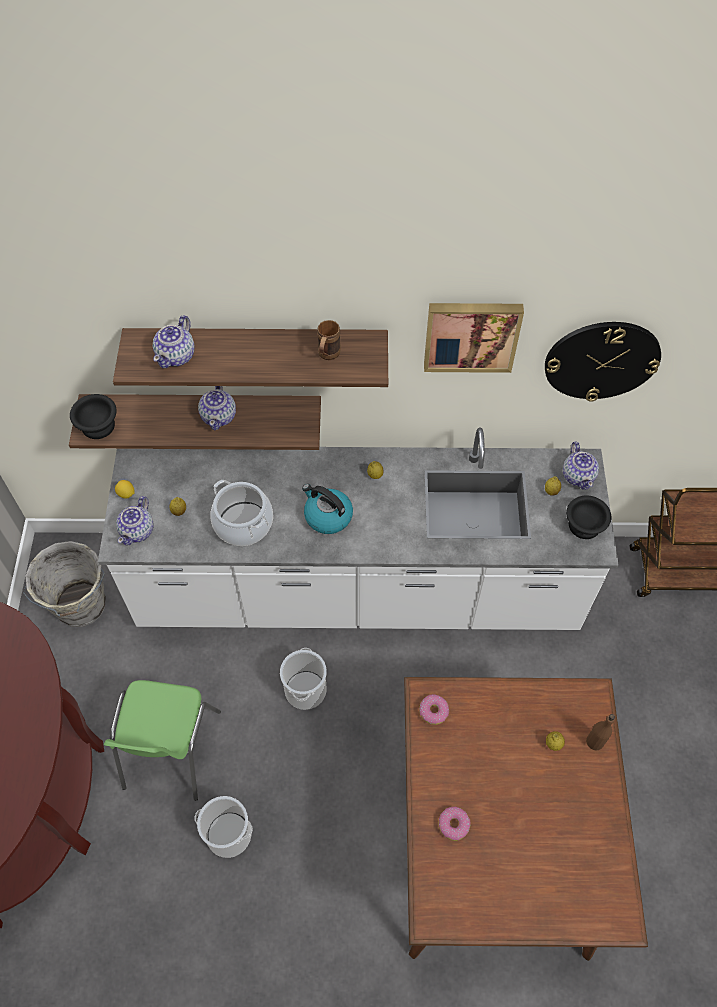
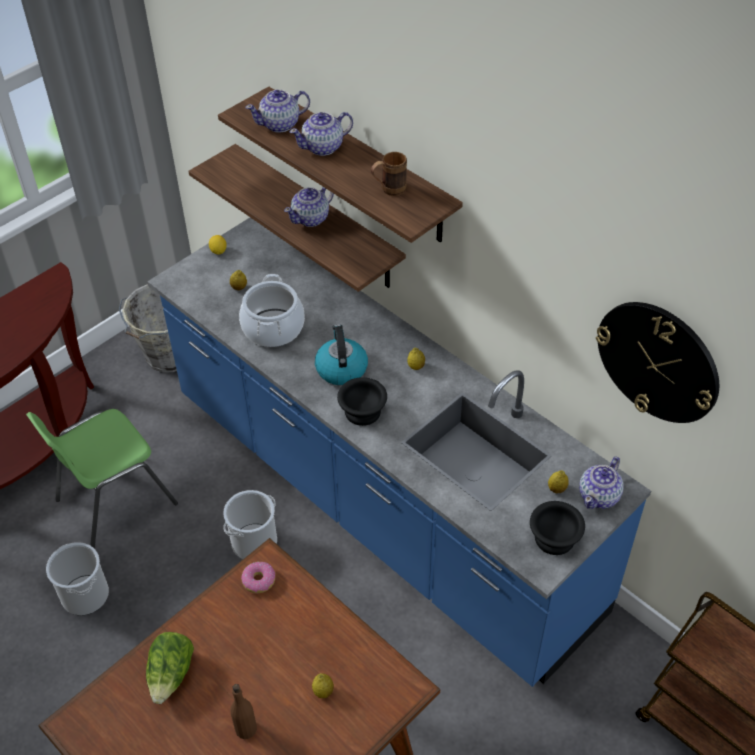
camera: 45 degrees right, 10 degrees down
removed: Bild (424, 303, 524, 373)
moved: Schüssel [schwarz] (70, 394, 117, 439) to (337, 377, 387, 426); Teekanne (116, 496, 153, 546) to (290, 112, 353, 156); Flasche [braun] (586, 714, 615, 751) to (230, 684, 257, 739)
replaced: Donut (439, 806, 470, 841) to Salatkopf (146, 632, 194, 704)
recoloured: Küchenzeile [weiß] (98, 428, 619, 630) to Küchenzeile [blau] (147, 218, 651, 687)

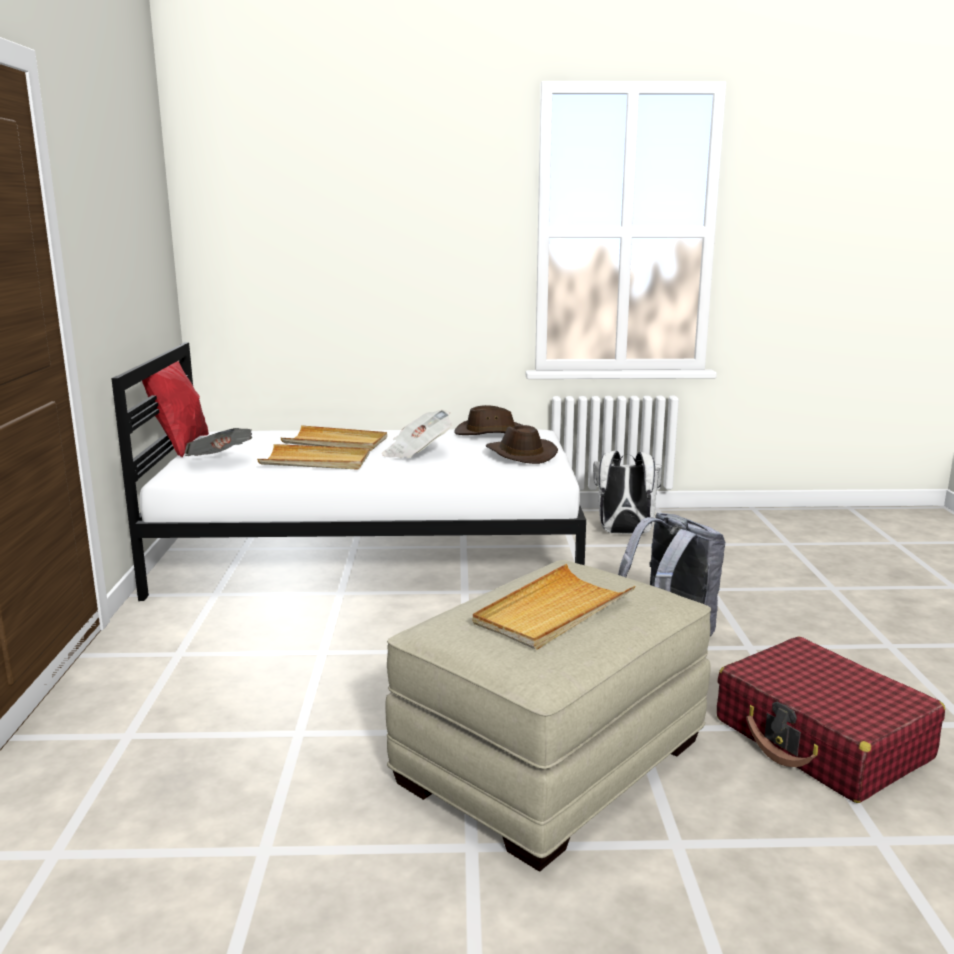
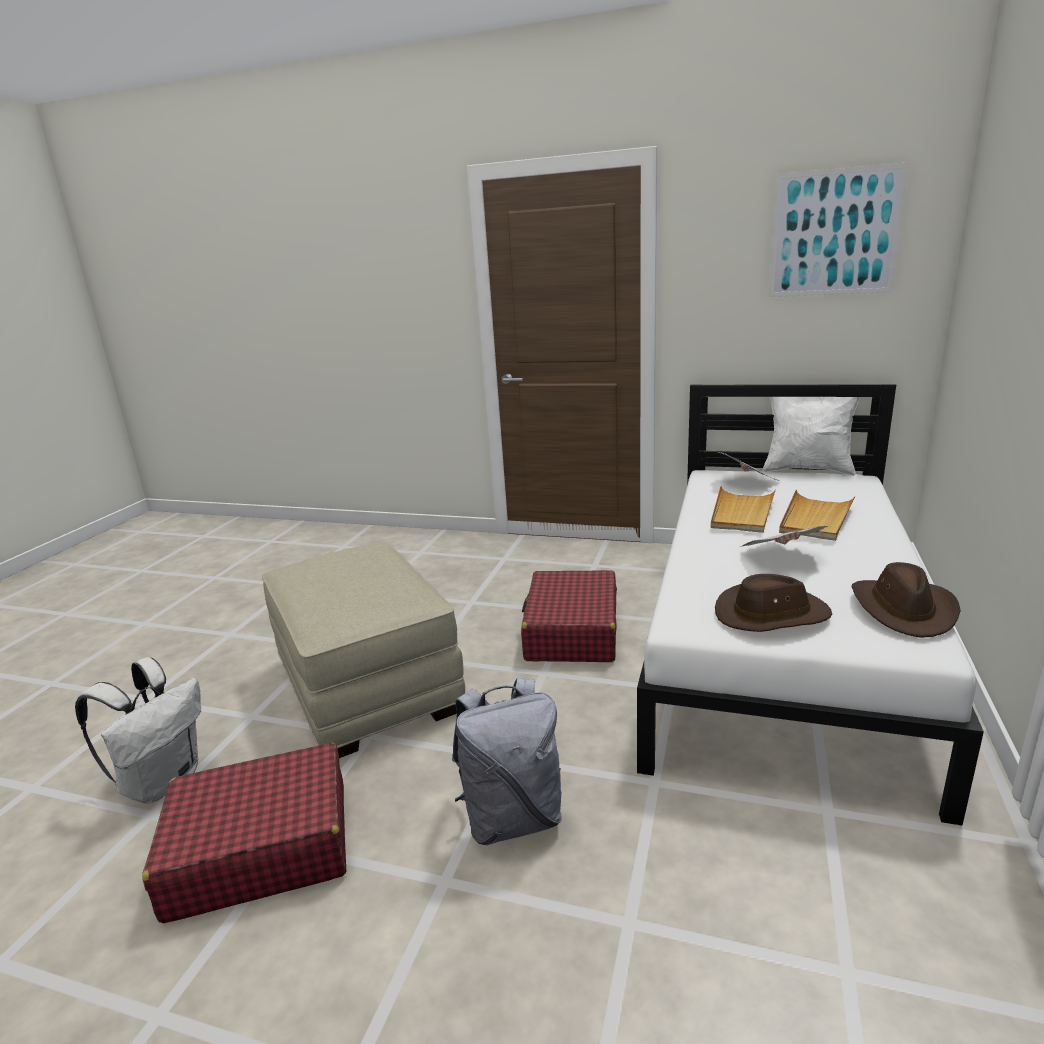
camera: 110 degrees right, 5 degrees up
removed: Tablett [beige] (473, 564, 635, 650)
added: Koffer [rot] (521, 570, 617, 662); Bild (769, 163, 908, 297)
moved: Rucksack [weiß] (593, 451, 662, 534) to (75, 657, 201, 804)
recoloured: Kissen [rot] (142, 361, 209, 457) to Kissen [weiß] (763, 397, 860, 476)

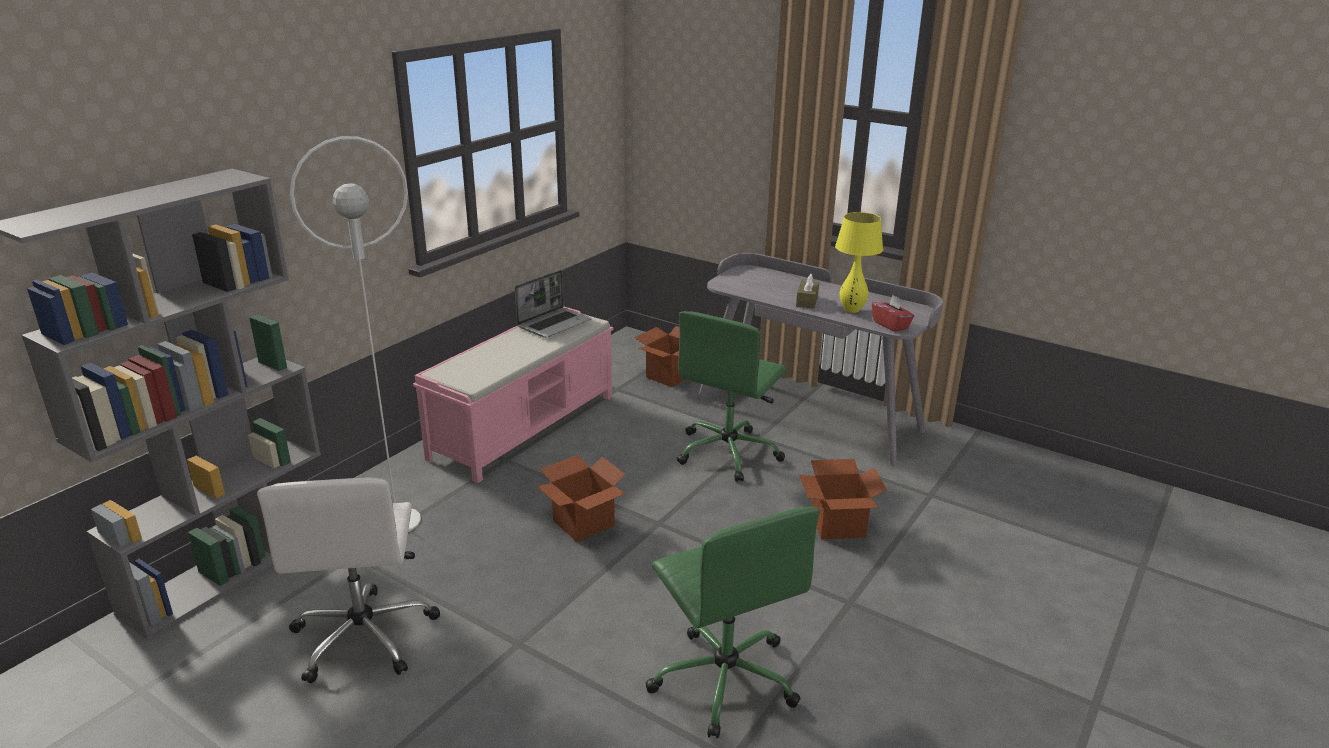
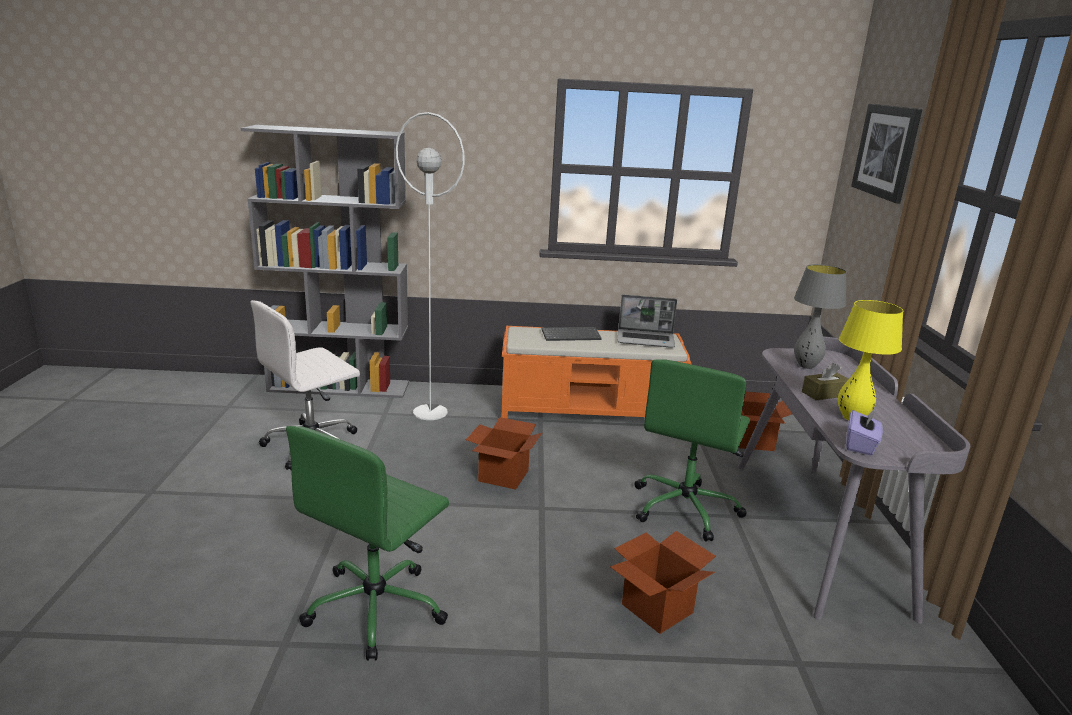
camera: 55 degrees right, 5 degrees down
added: Tastatur (542, 327, 602, 341); Tischlampe [grau] (794, 264, 847, 369); Bild (851, 104, 922, 204)
recoloured: Bank [rosa] (413, 306, 613, 483) to Bank [orange] (501, 326, 692, 419); Taschentuchbox [rot] (872, 295, 914, 332) to Taschentuchbox [lila] (846, 410, 883, 455)
turned: Bürostuhl [grün] (677, 311, 786, 482) = (634, 359, 750, 541) 60 degrees counterclockwise

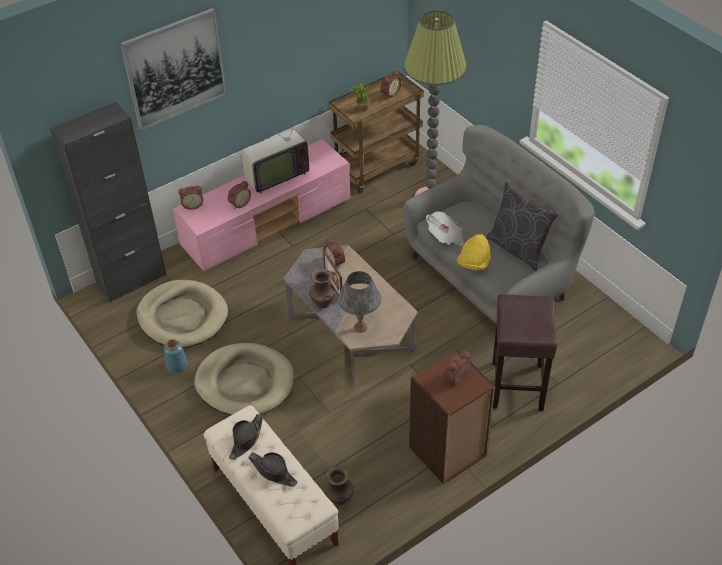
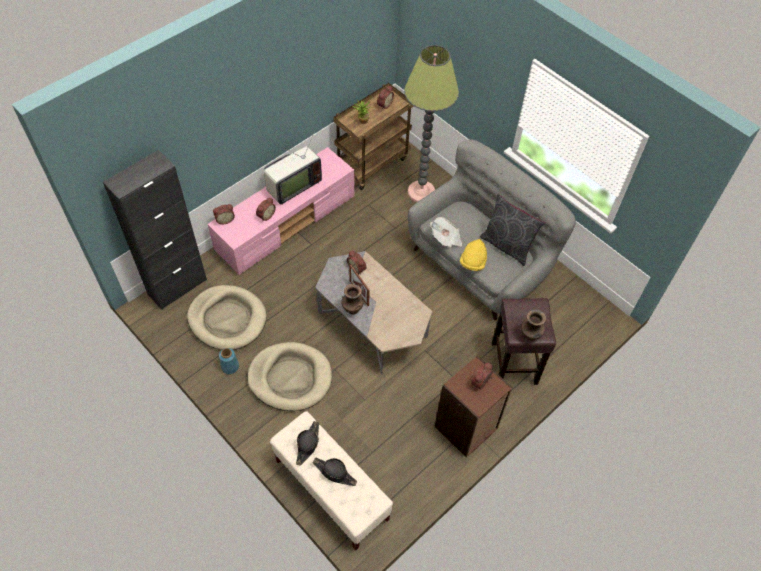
camera: 10 degrees left, 10 degrees up
removed: Bild (120, 8, 227, 131); Tischlampe [grau] (338, 271, 382, 333)
moved: Vase [braun] (325, 466, 353, 505) to (521, 309, 546, 341)

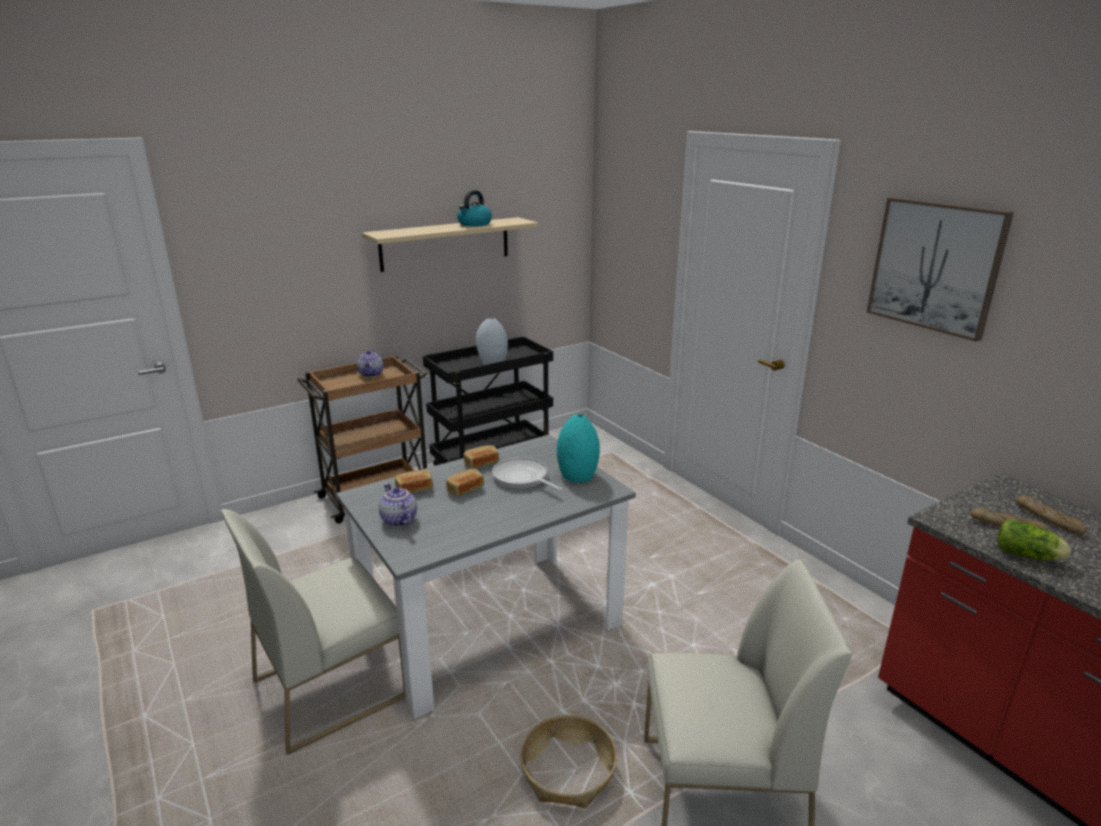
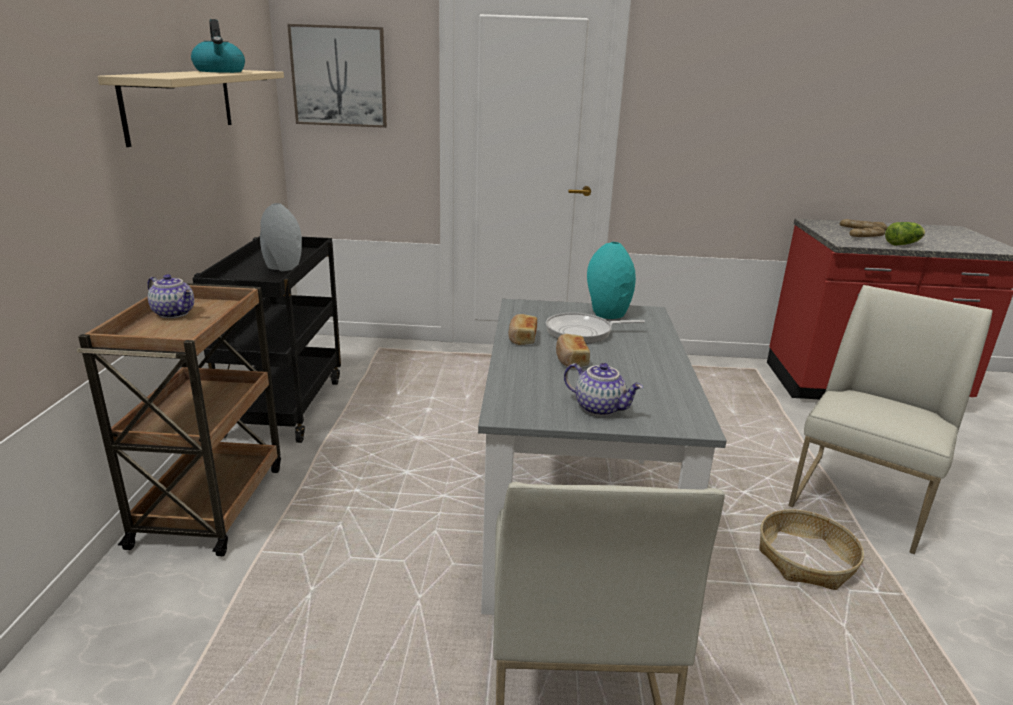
camera: 55 degrees left, 0 degrees up
removed: Brot (395, 470, 433, 493)
moved: Bild (867, 197, 1014, 342) to (287, 24, 387, 128)
turned: Teekanne (379, 483, 417, 527) = (564, 363, 643, 416) 150 degrees counterclockwise

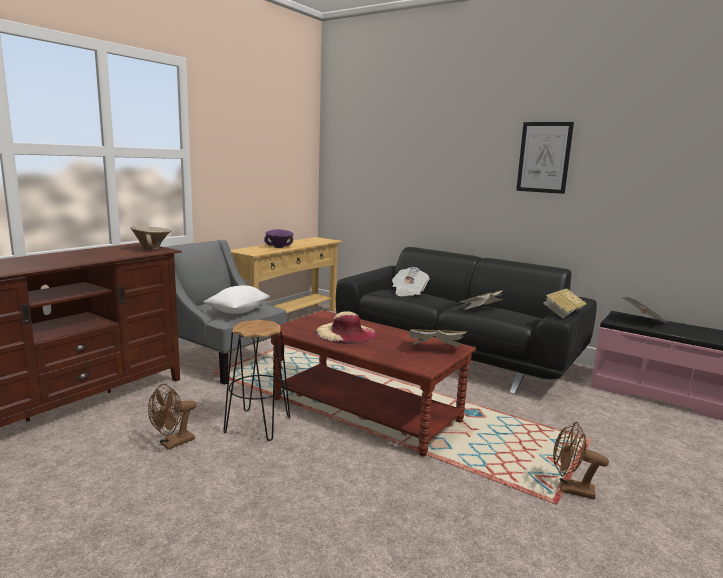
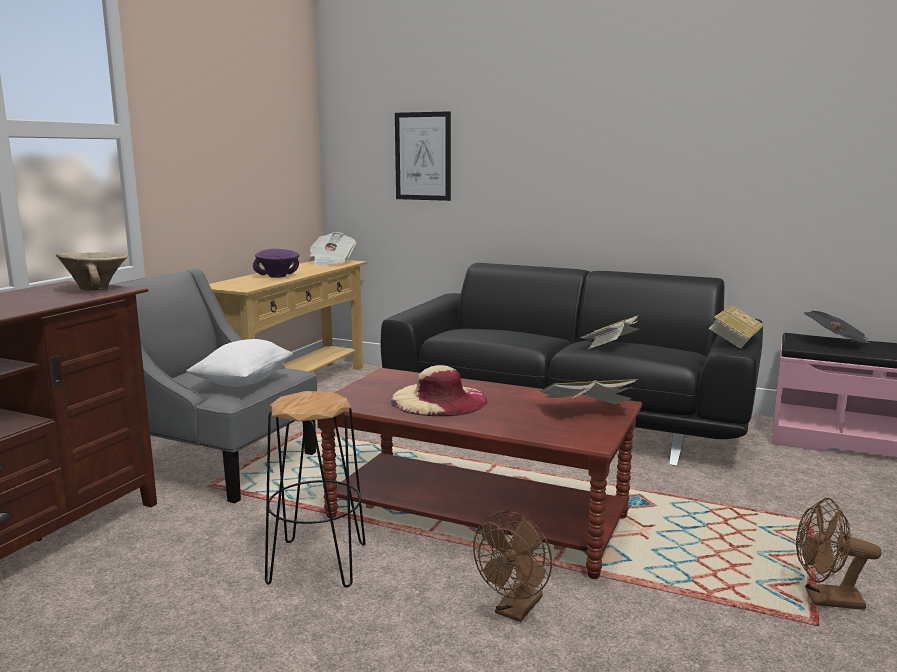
camera: 10 degrees left, 0 degrees up
moved: Ventilator [braun] (148, 384, 196, 450) to (473, 511, 552, 622); Zeitung (392, 267, 430, 296) to (309, 232, 356, 266); Bild (516, 122, 574, 194) to (395, 111, 451, 201)

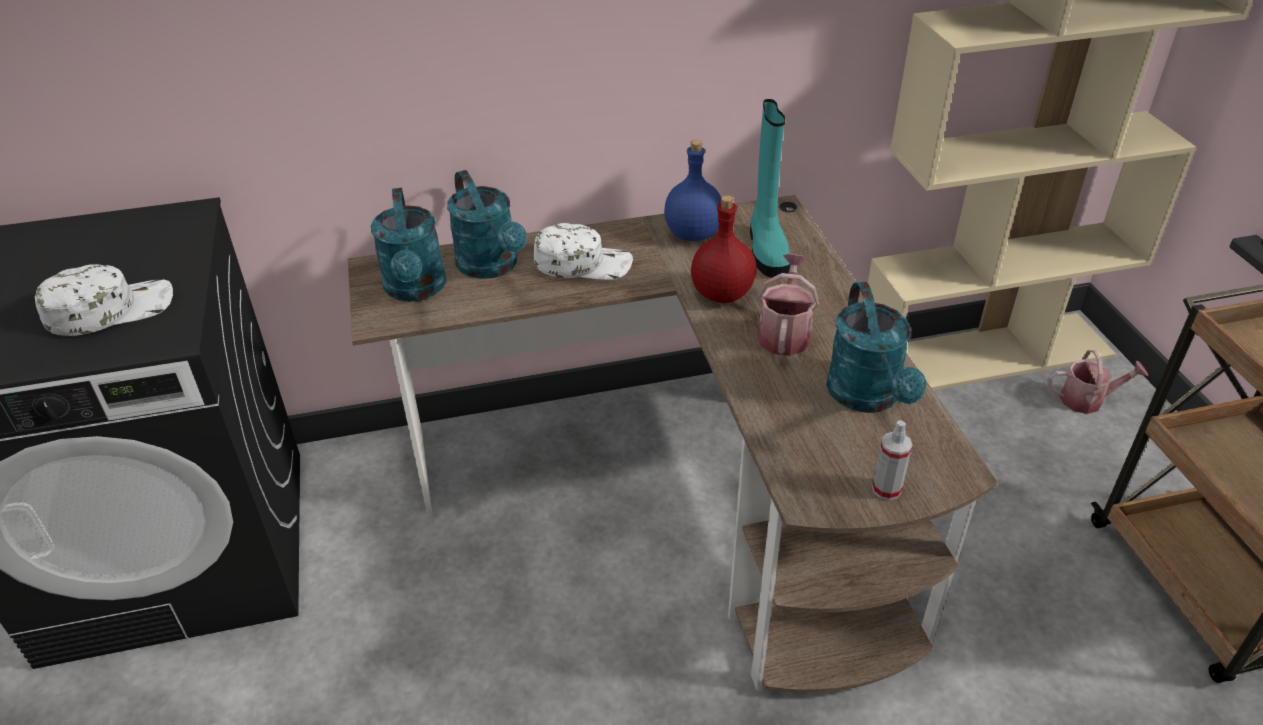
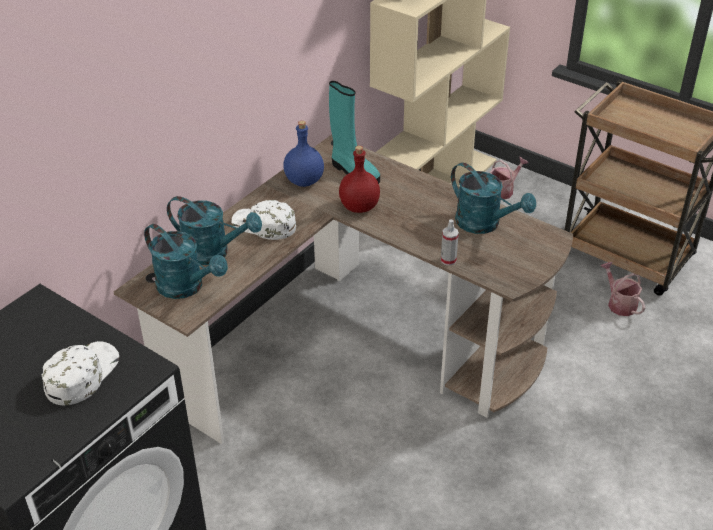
camera: 40 degrees left, 0 degrees up
moved: Gießkanne (757, 254, 819, 356) to (600, 262, 645, 316); Sprühflasche (872, 420, 912, 500) to (441, 220, 459, 266)
turned: Kappe [weiß] (534, 223, 633, 280) = (231, 200, 296, 240) 120 degrees counterclockwise

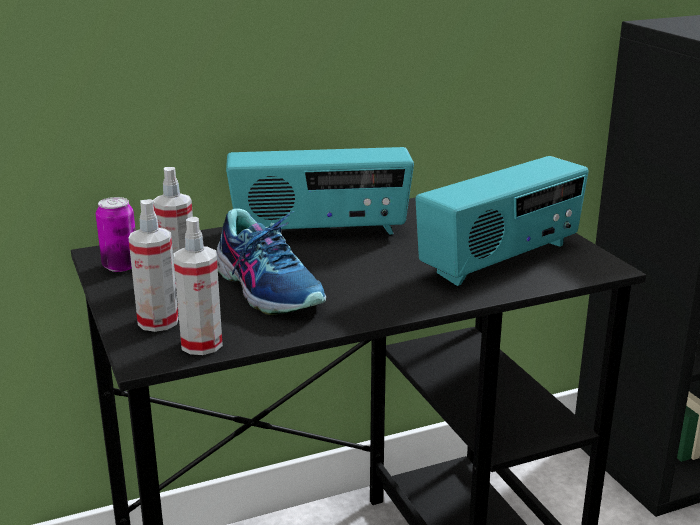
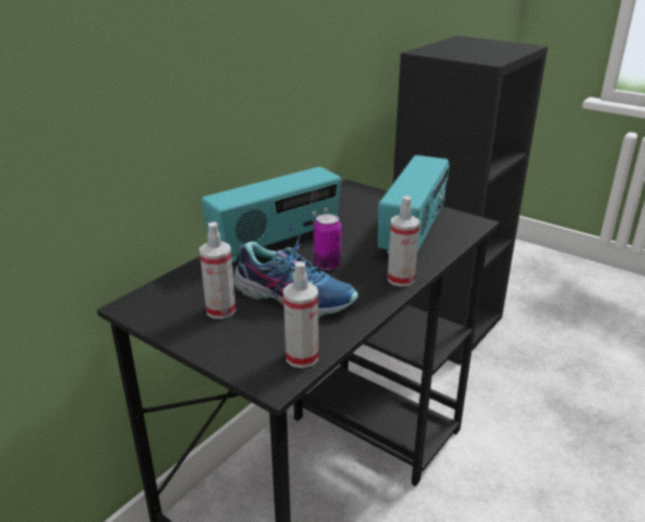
camera: 30 degrees left, 5 degrees up
moved: Dose (96, 197, 136, 272) to (314, 214, 342, 270); Sprühflasche (128, 199, 179, 332) to (388, 196, 420, 287)

